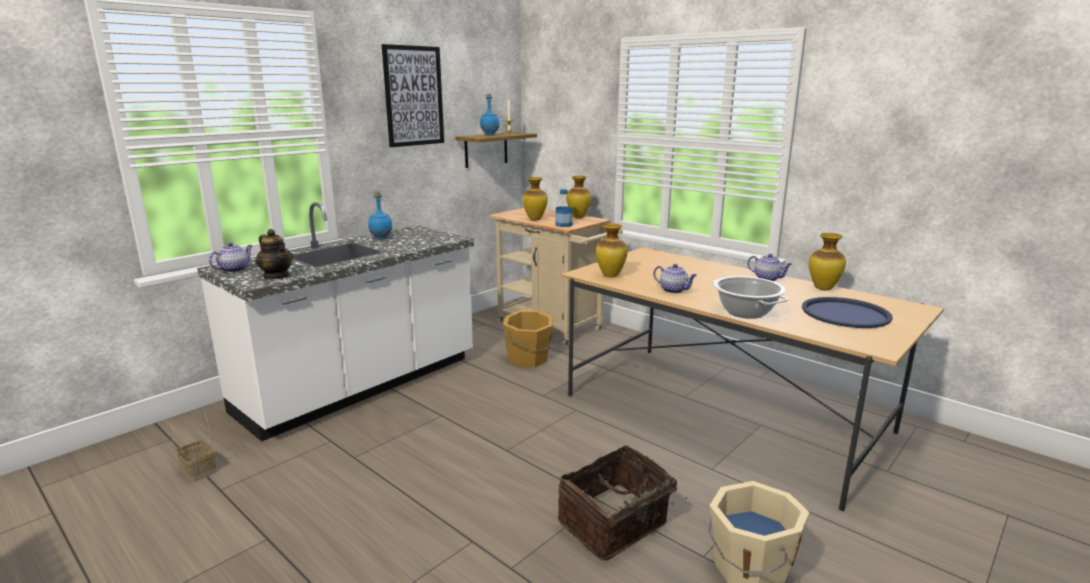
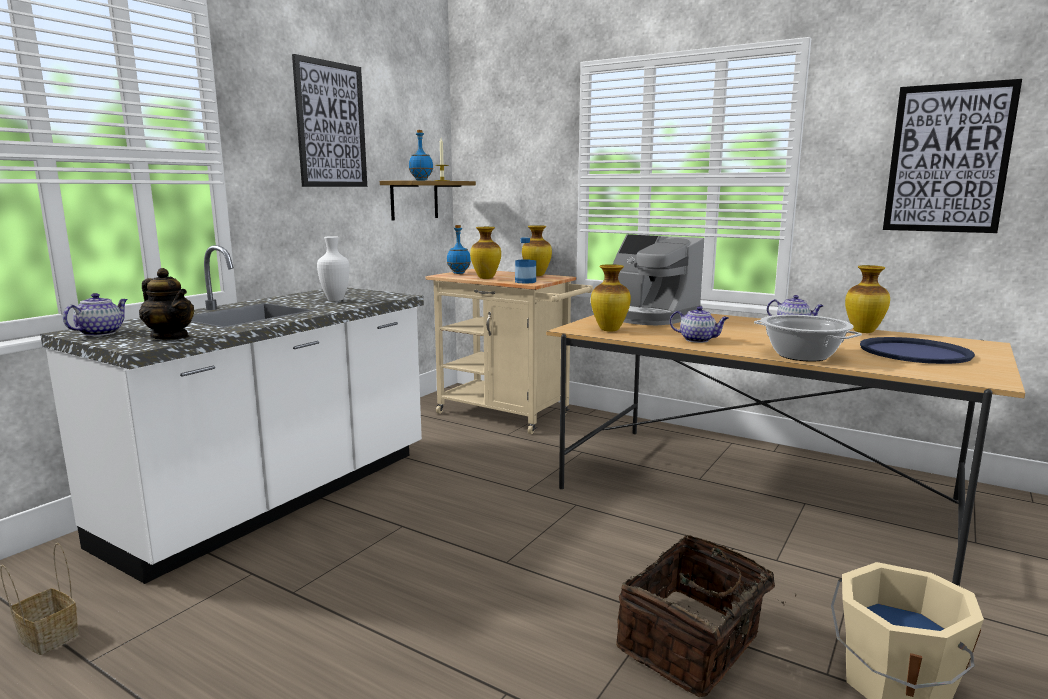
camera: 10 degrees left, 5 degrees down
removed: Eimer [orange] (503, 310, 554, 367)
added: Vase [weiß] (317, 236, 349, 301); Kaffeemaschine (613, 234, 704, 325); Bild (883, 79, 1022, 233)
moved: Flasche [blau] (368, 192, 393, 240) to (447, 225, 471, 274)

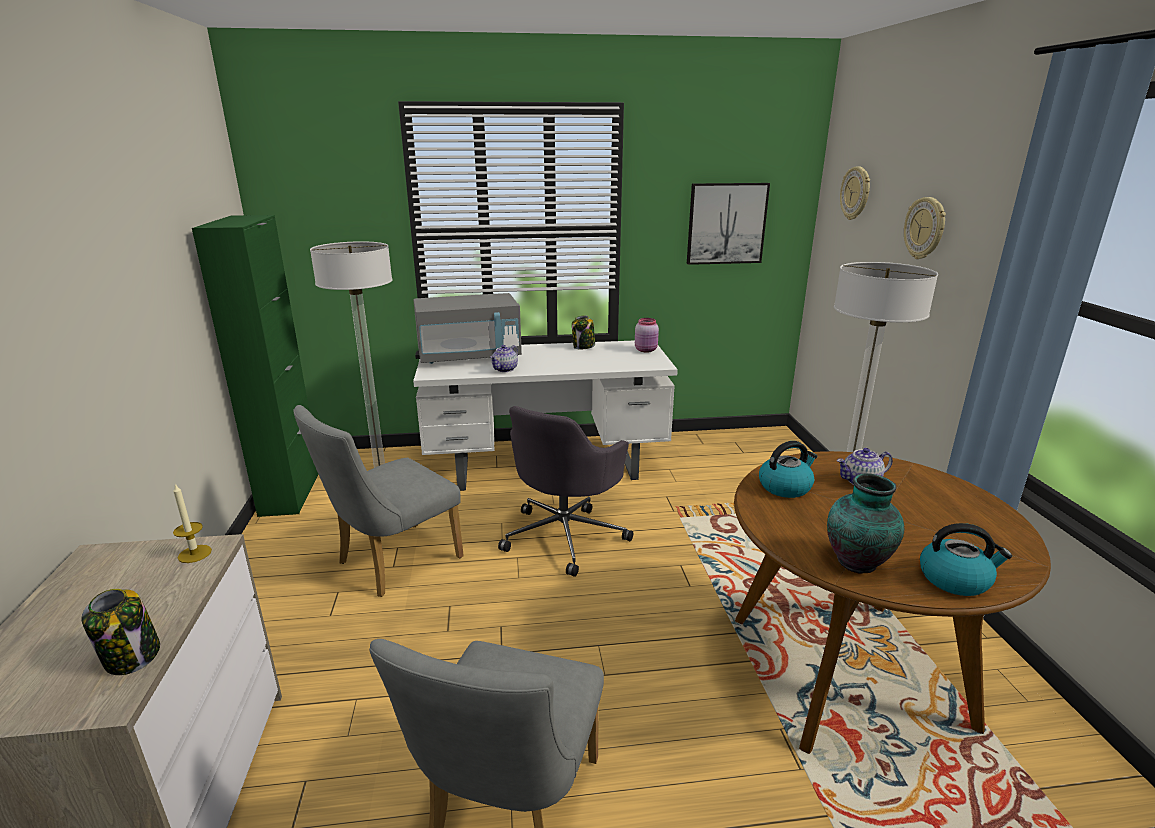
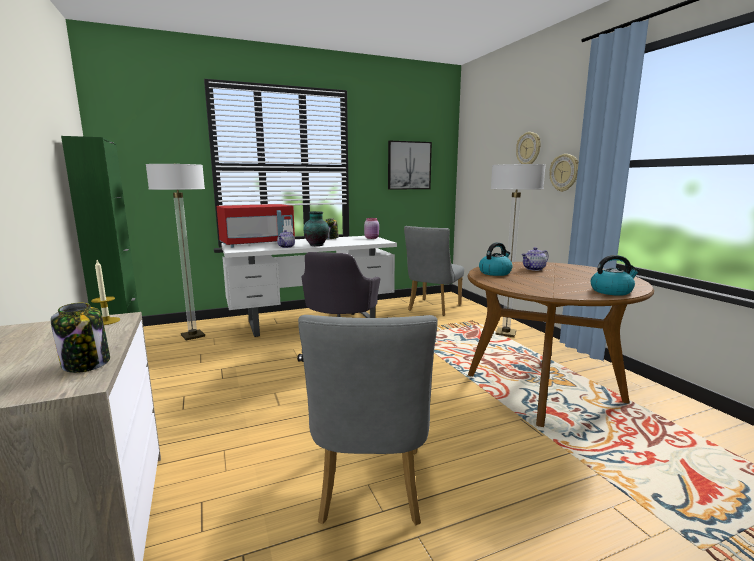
camera: 15 degrees left, 10 degrees down
moved: Stuhl [grau] (293, 405, 464, 597) to (404, 226, 464, 316); Vase (827, 473, 904, 574) to (303, 211, 329, 246); Wanduhr (840, 166, 870, 220) to (549, 154, 579, 192)
recoloured: Mikrowelle [grau] (413, 293, 522, 364) to Mikrowelle [rot] (217, 204, 295, 247)

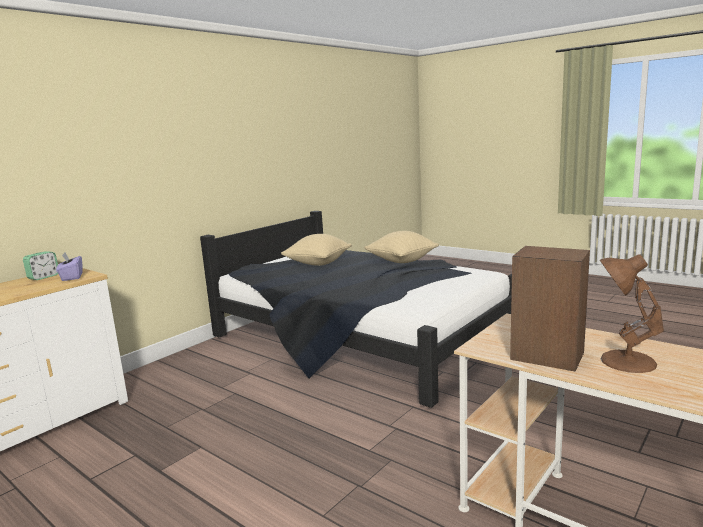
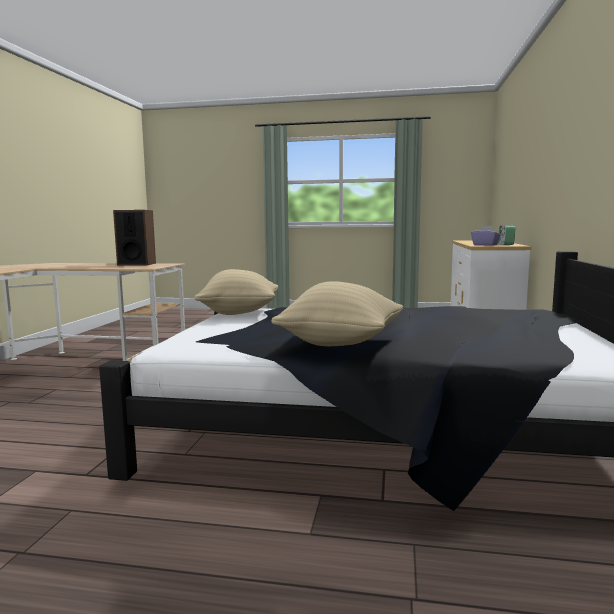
camera: 150 degrees right, 5 degrees down
removed: Tischlampe [braun] (600, 254, 664, 373)
moved: Kissen [beige] (281, 234, 352, 266) to (194, 269, 278, 315)

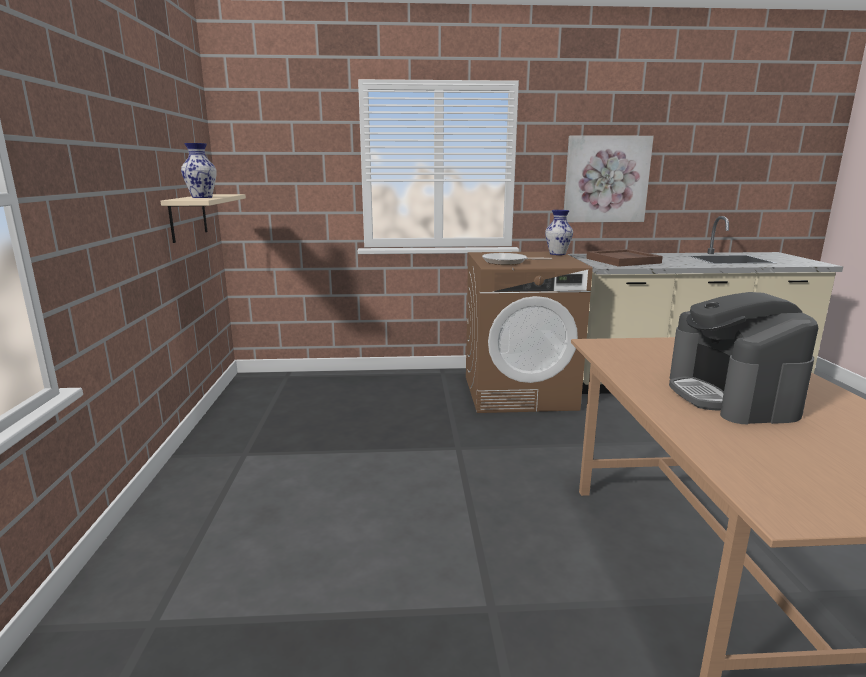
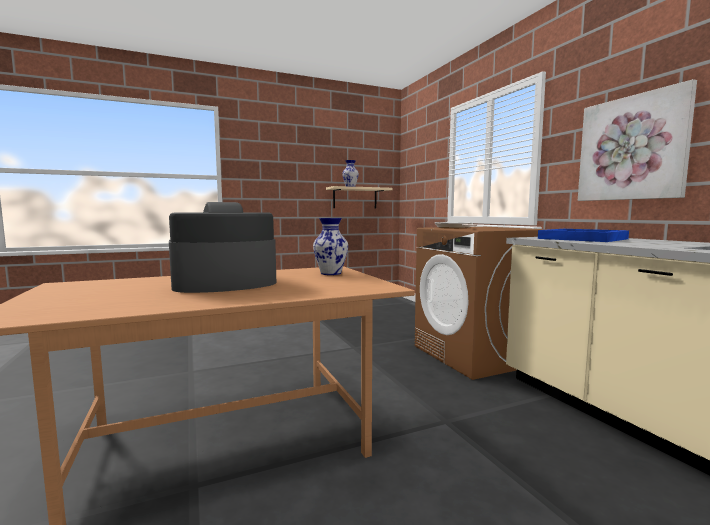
camera: 70 degrees right, 10 degrees down
moved: Vase (545, 210, 573, 255) to (313, 218, 348, 275)
recoloured: Tablett [braun] (586, 249, 663, 267) to Tablett [blau] (538, 229, 629, 242)

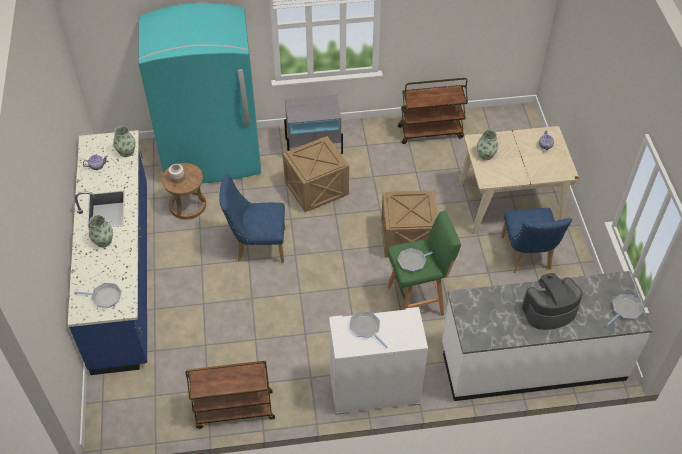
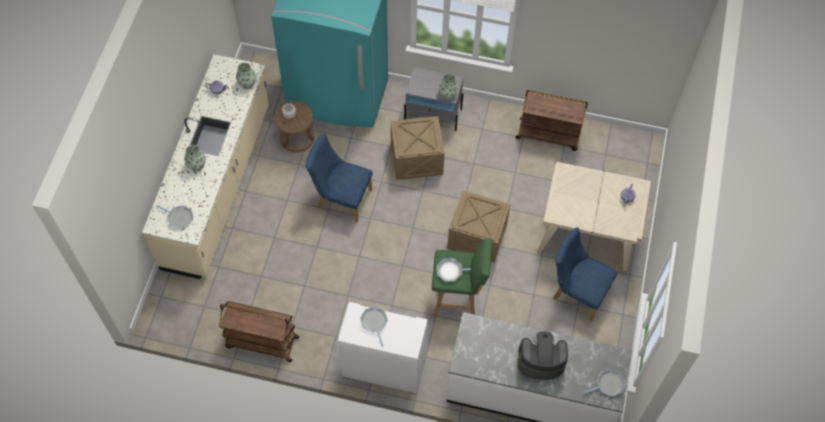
camera: 20 degrees right, 10 degrees up
moved: Vase (477, 129, 498, 160) to (439, 74, 458, 100)
recoloured: Küchenzeile [blau] (68, 130, 147, 375) to Küchenzeile [beige] (142, 54, 269, 279)
turned: Stuhl [blau] (501, 208, 572, 273) = (553, 227, 617, 321) 105 degrees clockwise

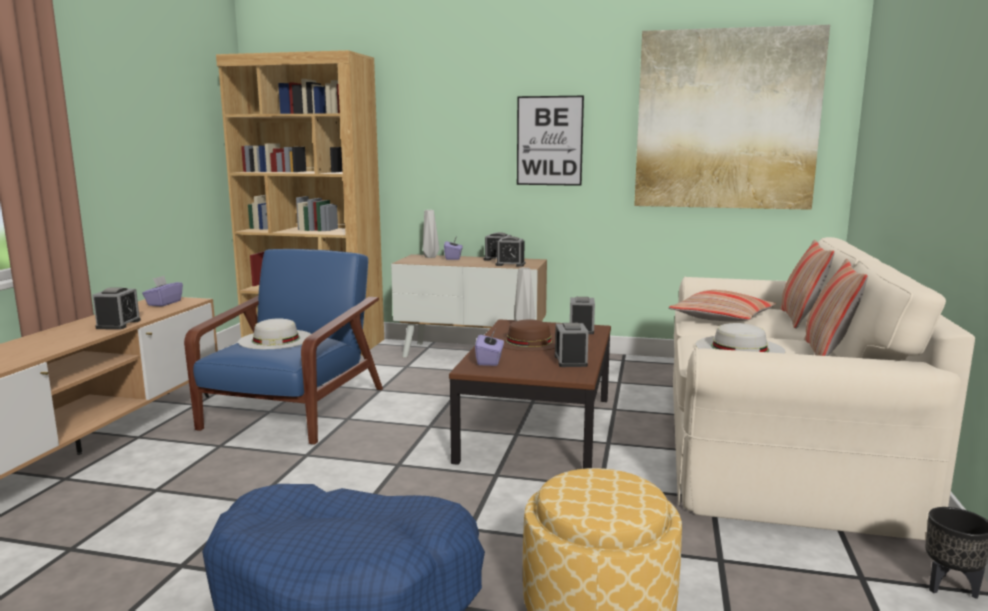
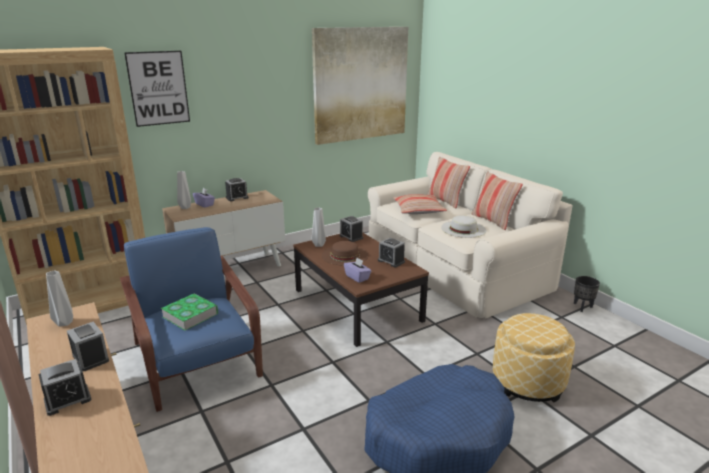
camera: 45 degrees left, 10 degrees up
moved: Wecker (495, 236, 525, 267) to (39, 359, 92, 416); Bild (517, 96, 584, 186) to (124, 51, 190, 127)
replaced: Taschentuchbox [lila] (142, 276, 183, 307) to Vase [grau] (46, 270, 73, 327); Hut [weiß] (238, 318, 311, 349) to Buch (161, 293, 218, 331)

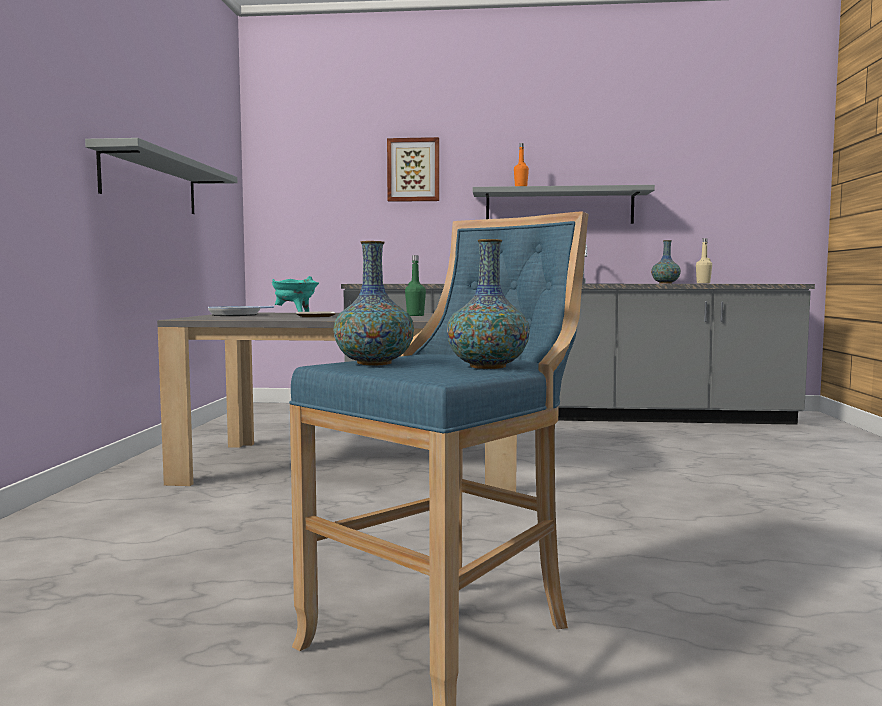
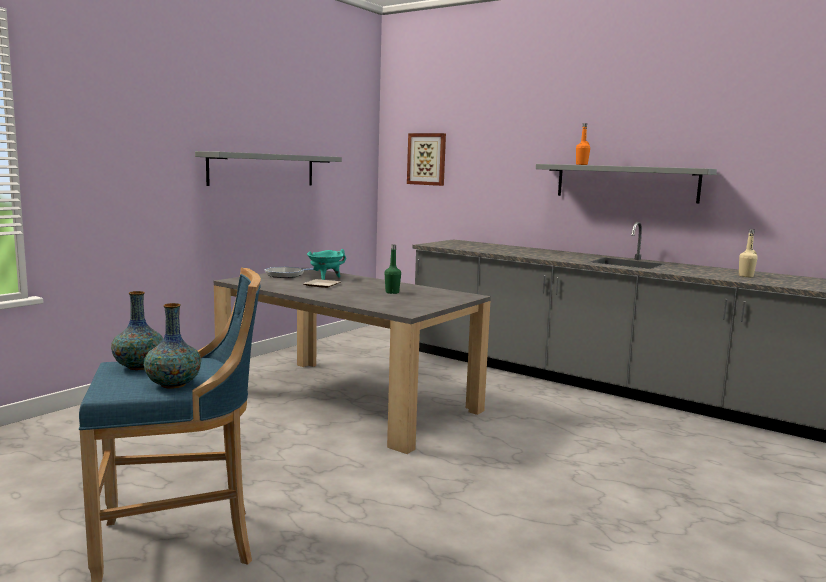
camera: 30 degrees right, 5 degrees up
removed: Vase (651, 240, 681, 284)
moved: Bild (387, 137, 439, 202) to (407, 133, 446, 186)

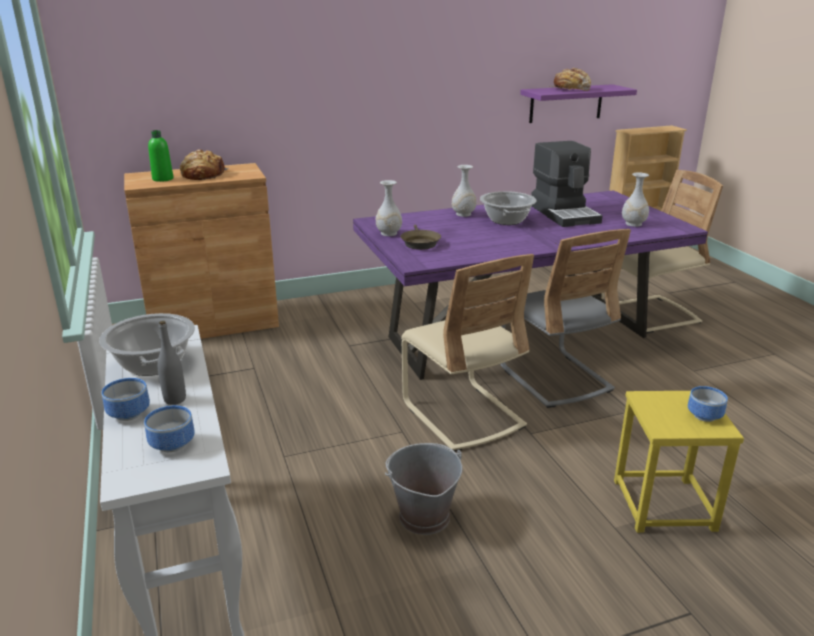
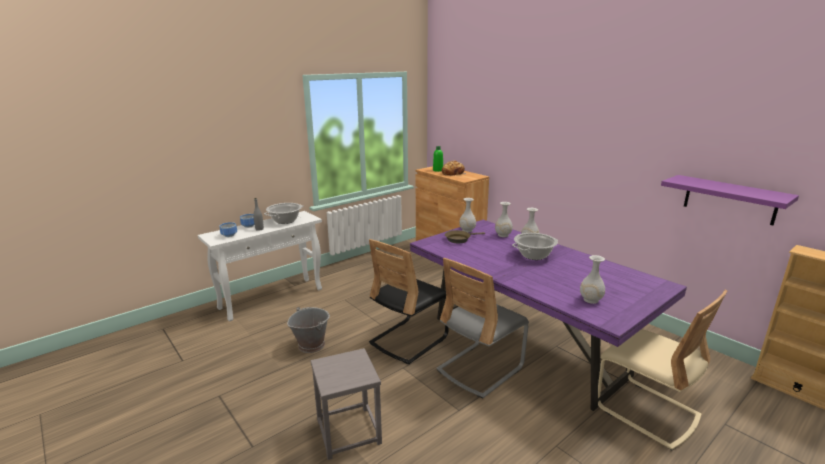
camera: 70 degrees right, 5 degrees down
removed: Kaffeemaschine (531, 141, 603, 227); Brot (549, 68, 591, 91); Schüssel (688, 386, 728, 422)
added: Vase [weiß] (495, 202, 513, 237)
recoloured: Stuhl [beige] (401, 254, 534, 451) to Stuhl [schwarz] (369, 239, 449, 365); Hocker [gelb] (614, 391, 744, 533) to Hocker [grau] (311, 348, 382, 460)

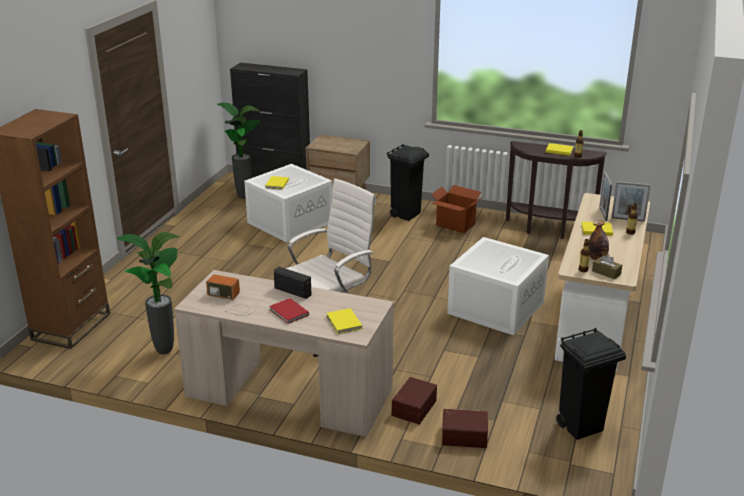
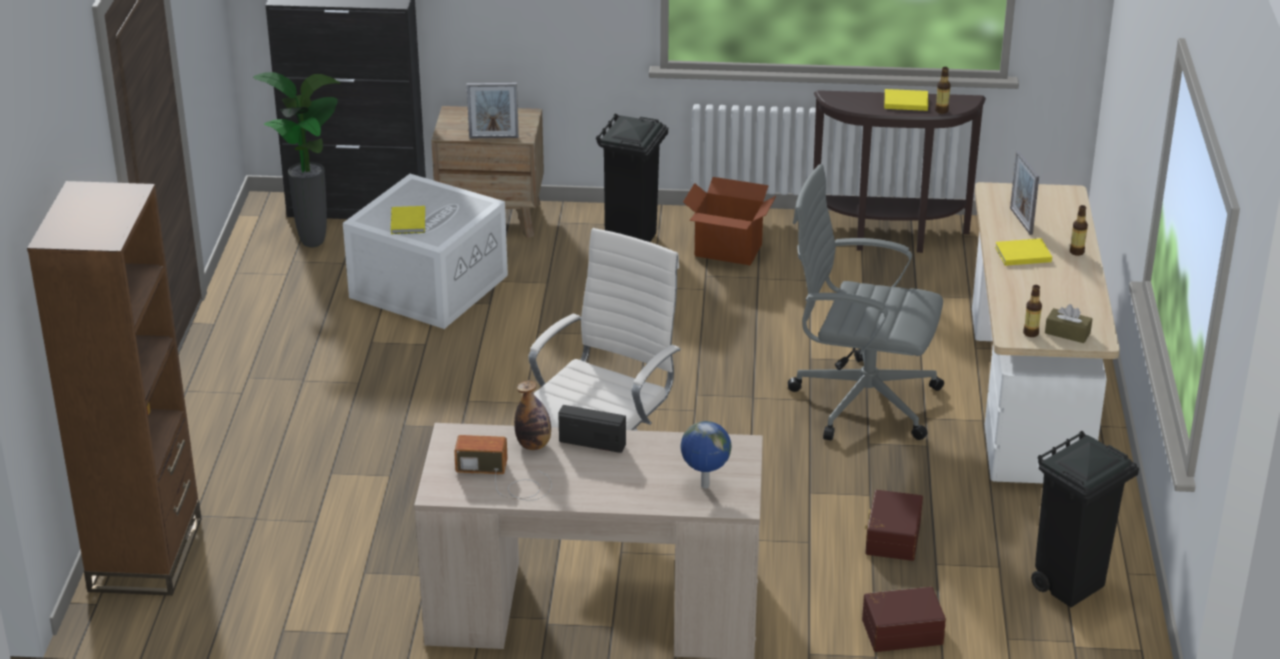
camera: 15 degrees left, 5 degrees up
removed: Topfpflanze (117, 232, 180, 354); Buch [rot] (269, 298, 309, 324)
moved: Aufbewahrungsbox [braun] (392, 377, 437, 424) to (865, 490, 923, 561); Flasche (589, 220, 609, 260) to (514, 380, 551, 450); Bilderrahmen (611, 181, 651, 222) to (467, 83, 519, 138)
replaced: Buch [gelb] (326, 308, 362, 334) to Globus (680, 421, 732, 489); Aufbewahrungsbox [weiß] (447, 237, 549, 335) to Bürostuhl [grau] (788, 164, 944, 440)

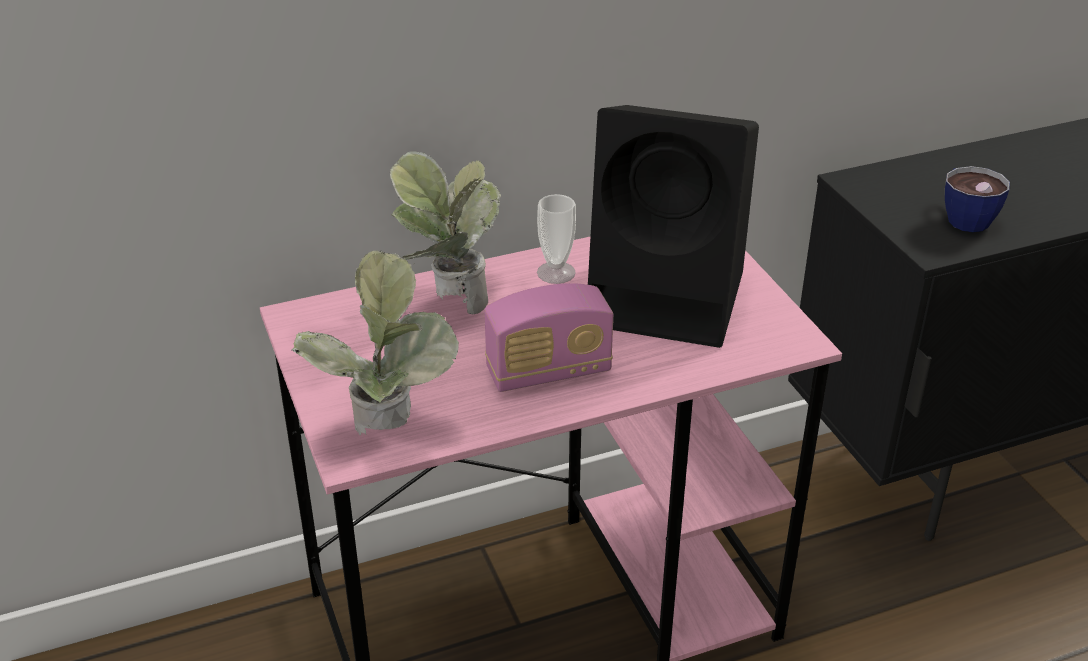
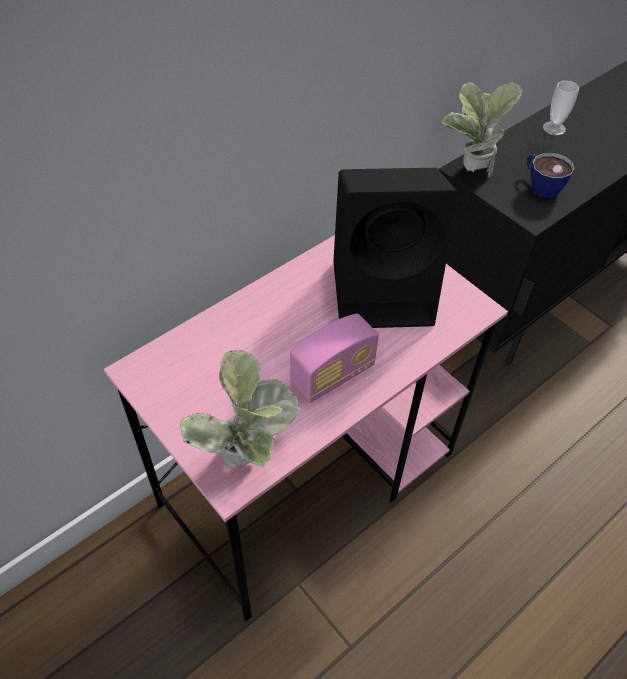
camera: 20 degrees left, 15 degrees up
moved: Topfpflanze (390, 151, 501, 314) to (441, 82, 523, 178); Tasse (537, 194, 576, 284) to (543, 81, 579, 135)

